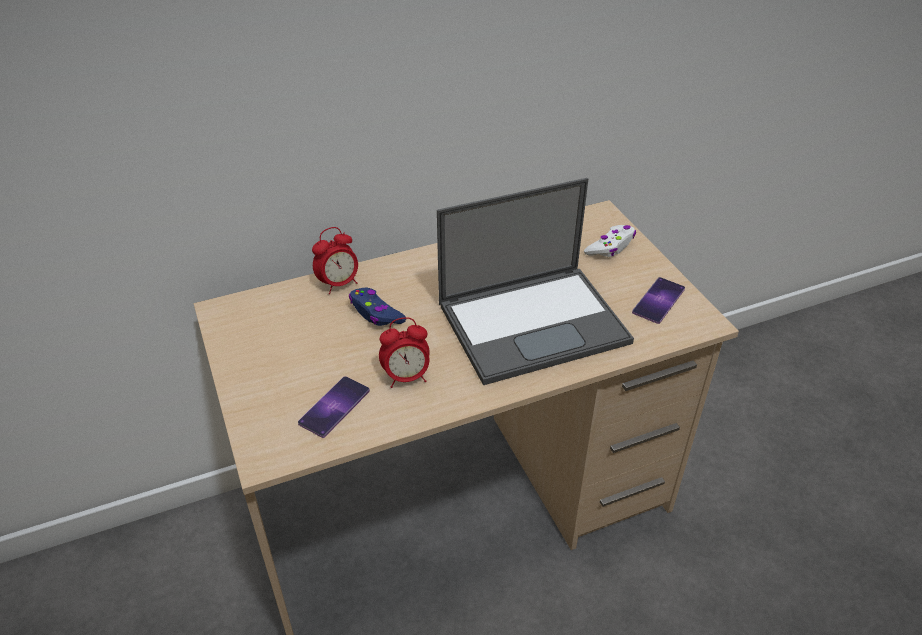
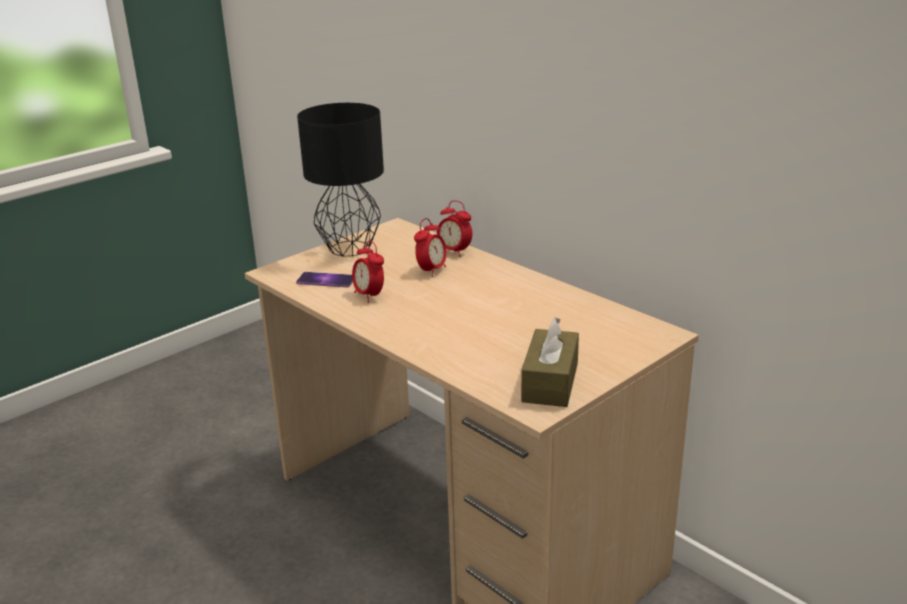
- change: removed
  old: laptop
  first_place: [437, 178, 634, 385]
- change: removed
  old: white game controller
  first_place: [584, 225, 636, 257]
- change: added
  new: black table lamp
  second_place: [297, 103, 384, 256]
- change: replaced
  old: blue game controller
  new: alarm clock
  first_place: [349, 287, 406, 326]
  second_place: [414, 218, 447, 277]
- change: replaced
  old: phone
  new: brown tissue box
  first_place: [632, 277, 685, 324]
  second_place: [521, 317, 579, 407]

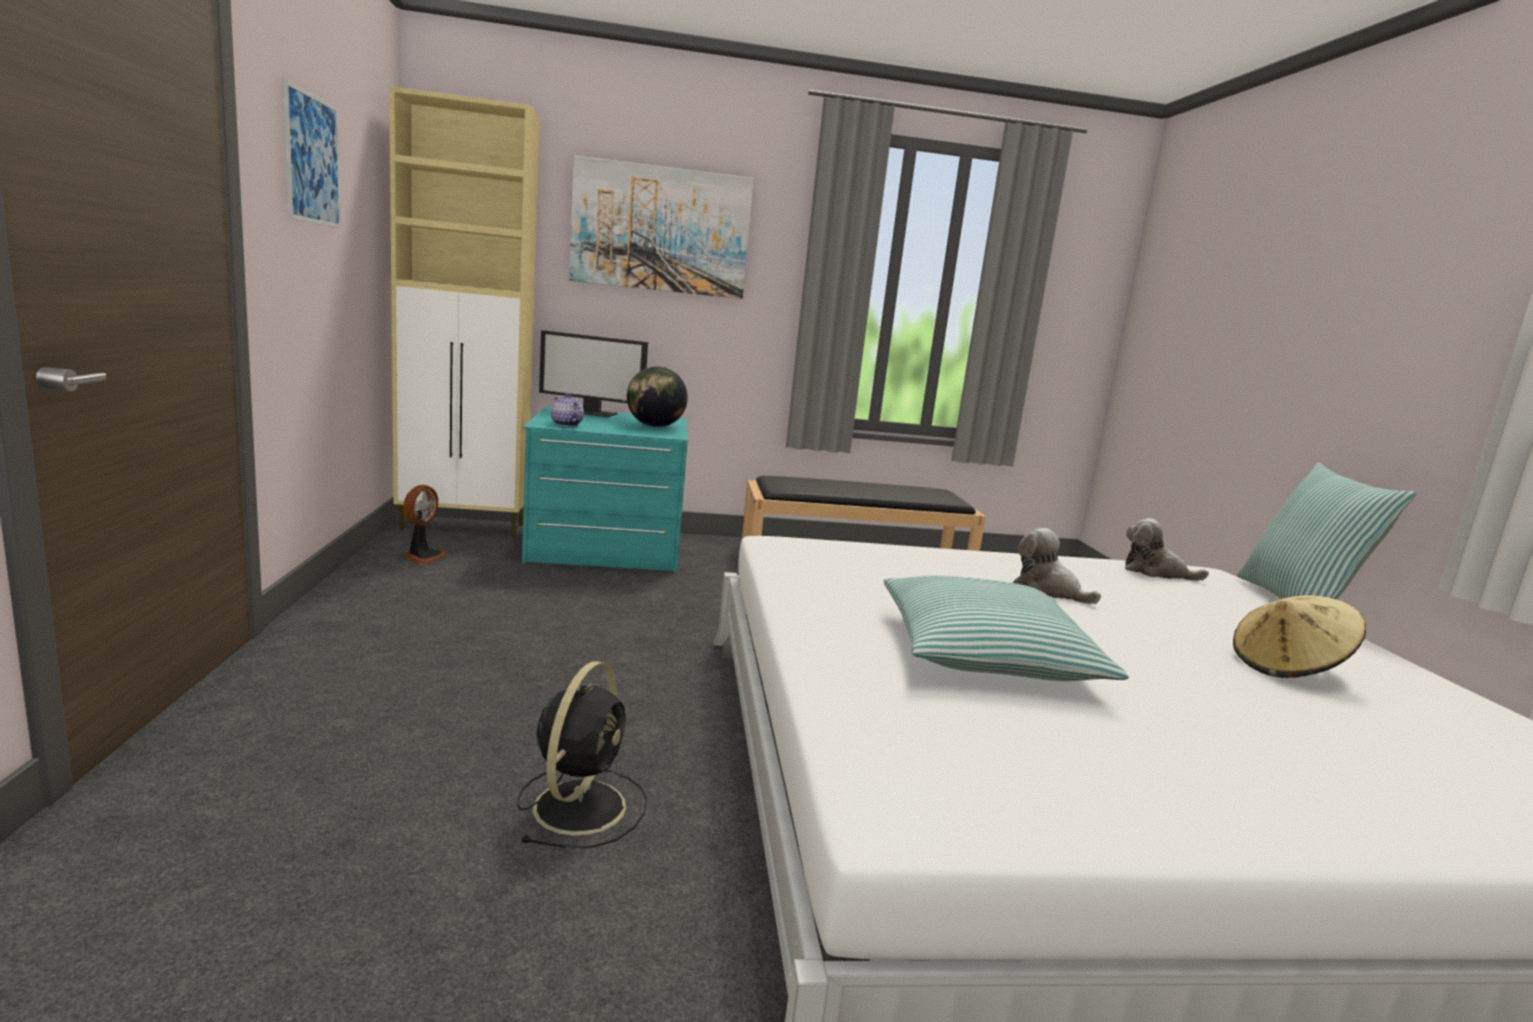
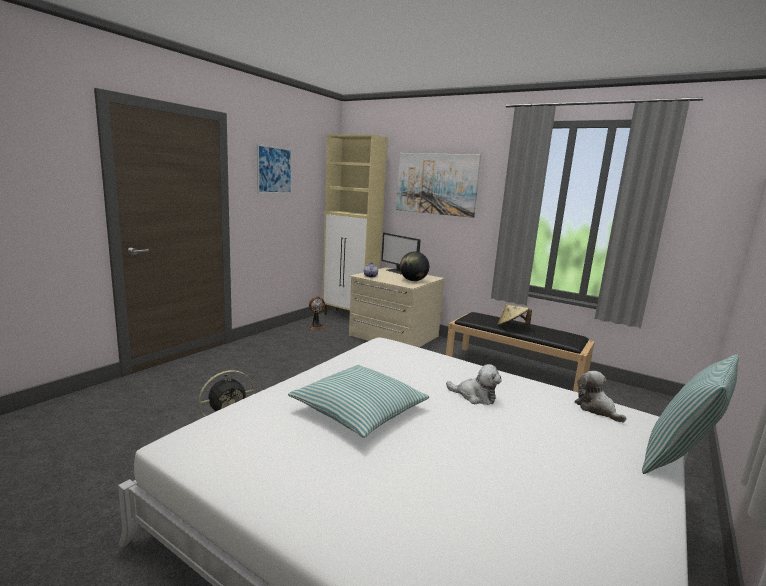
- change: moved
  old: beige hat
  first_place: [1233, 595, 1366, 678]
  second_place: [497, 305, 532, 326]
- change: recoloured
  old: turquoise dresser
  new: beige dresser
  first_place: [522, 406, 688, 572]
  second_place: [349, 267, 444, 347]
- change: turned
  old: plush toy
  first_place: [1013, 528, 1101, 604]
  second_place: [446, 364, 502, 405]
  degrees: 120

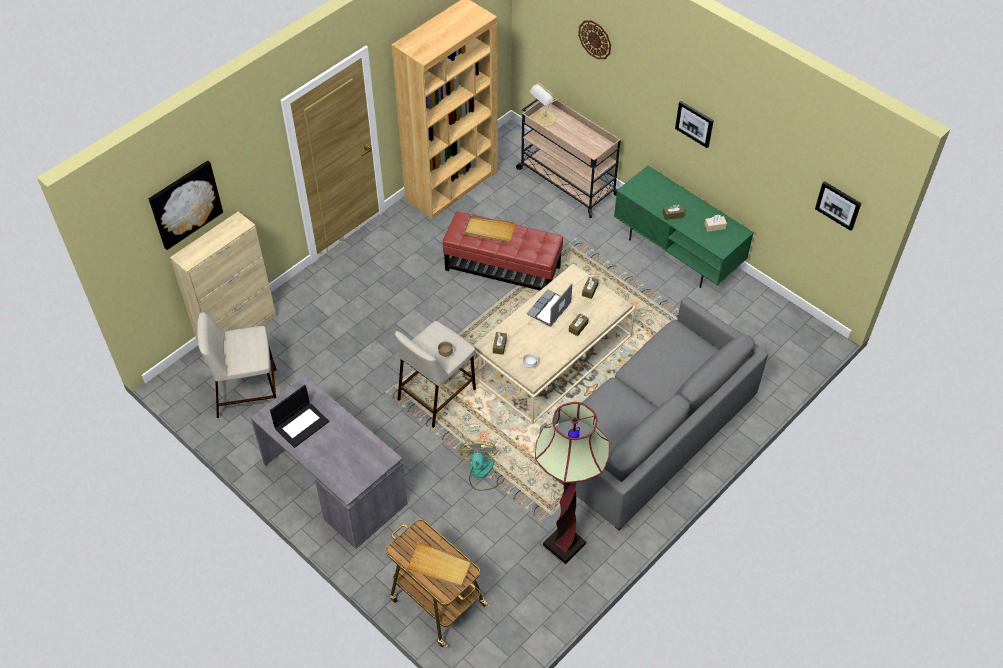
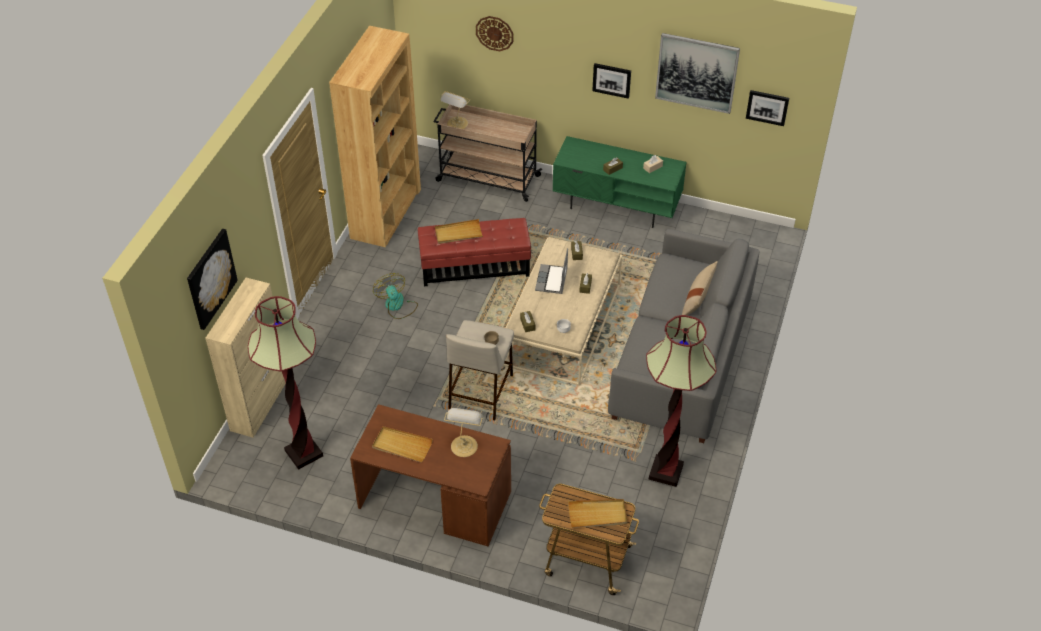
- change: added
  new: table lamp
  second_place: [444, 408, 483, 457]
- change: added
  new: picture
  second_place: [655, 33, 740, 114]
- change: added
  new: beige pillow
  second_place: [682, 261, 718, 315]
- change: moved
  old: fan
  first_place: [458, 441, 505, 491]
  second_place: [373, 273, 418, 319]
- change: replaced
  old: beige stool
  new: floor lamp
  first_place: [197, 312, 277, 418]
  second_place: [248, 296, 323, 470]
- change: replaced
  old: laptop
  new: beige tray
  first_place: [270, 385, 329, 448]
  second_place: [372, 426, 433, 462]
- change: recoloured
  old: grey desk
  new: brown desk
  first_place: [251, 375, 408, 549]
  second_place: [350, 404, 511, 546]

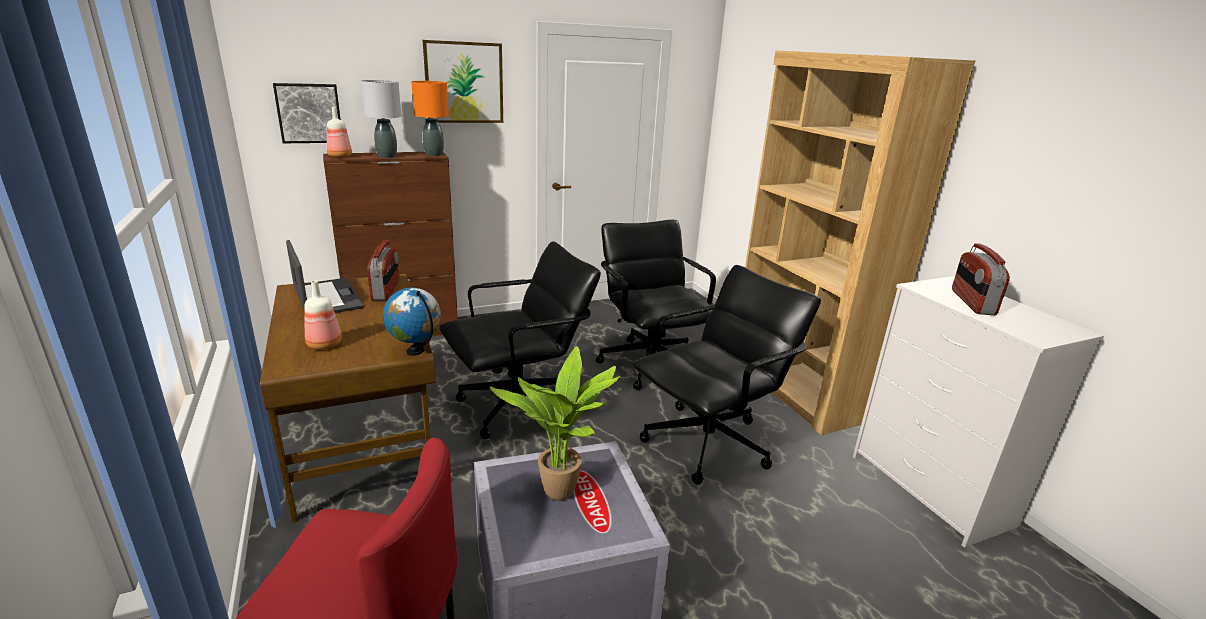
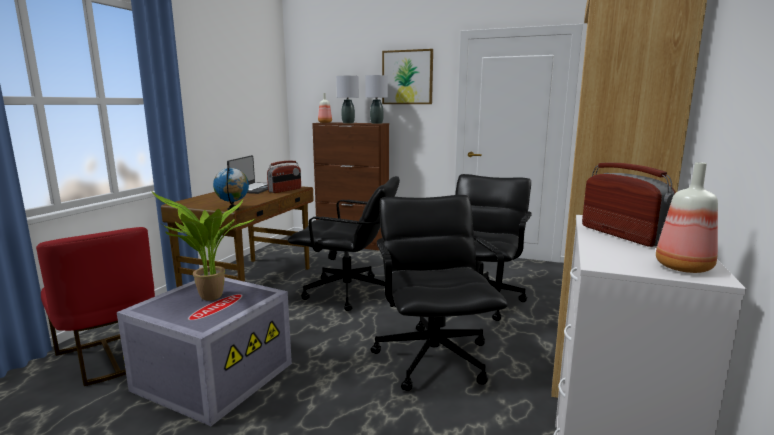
- change: removed
  old: picture
  first_place: [273, 83, 341, 143]
- change: moved
  old: bottle
  first_place: [304, 281, 342, 350]
  second_place: [656, 162, 718, 273]
- change: recoloured
  old: orange table lamp
  new: grey table lamp
  first_place: [411, 81, 449, 156]
  second_place: [365, 75, 388, 124]
- change: turned
  old: black office chair
  first_place: [633, 265, 821, 485]
  second_place: [371, 195, 508, 391]
  degrees: -105
- change: turned
  old: radio
  first_place: [952, 243, 1010, 316]
  second_place: [582, 163, 676, 247]
  degrees: 105

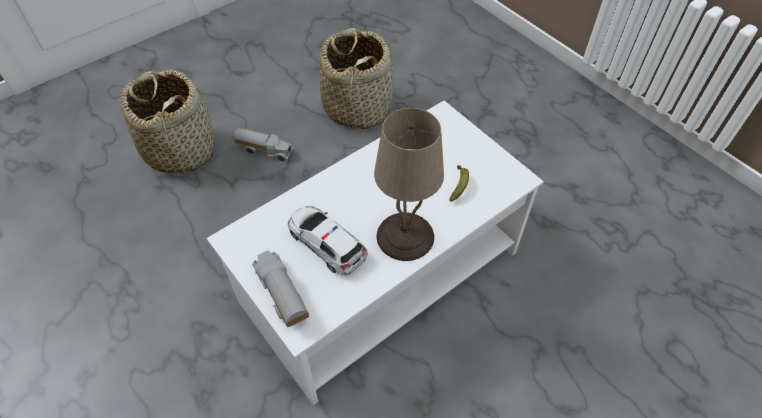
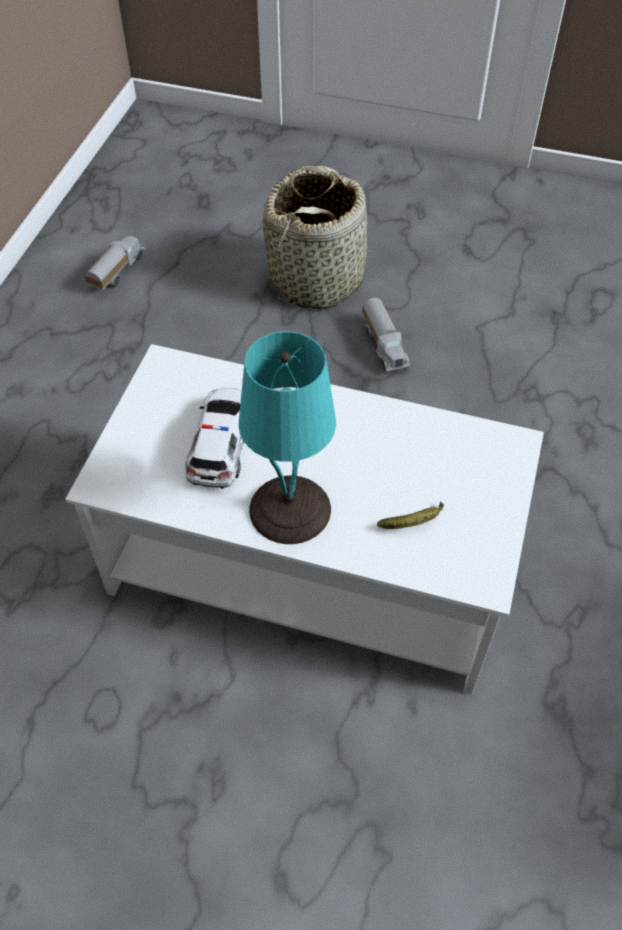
- change: removed
  old: basket
  first_place: [319, 28, 394, 131]
- change: moved
  old: toy truck
  first_place: [252, 251, 309, 328]
  second_place: [85, 236, 145, 290]
- change: recoloured
  old: beige table lamp
  new: turquoise table lamp
  first_place: [374, 108, 444, 261]
  second_place: [239, 332, 336, 544]

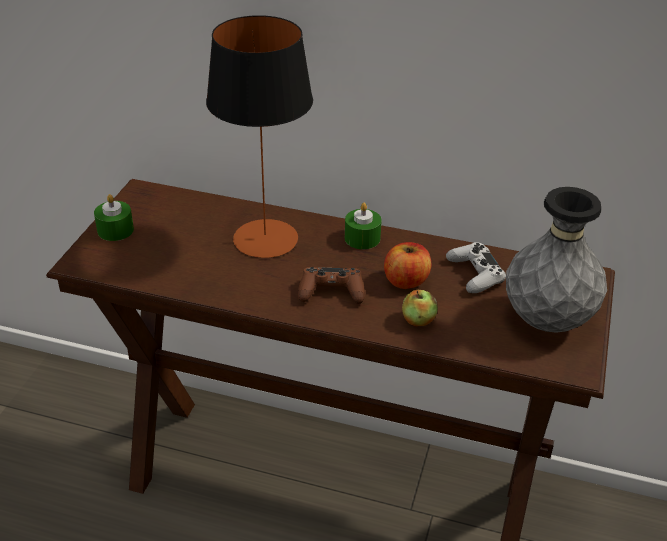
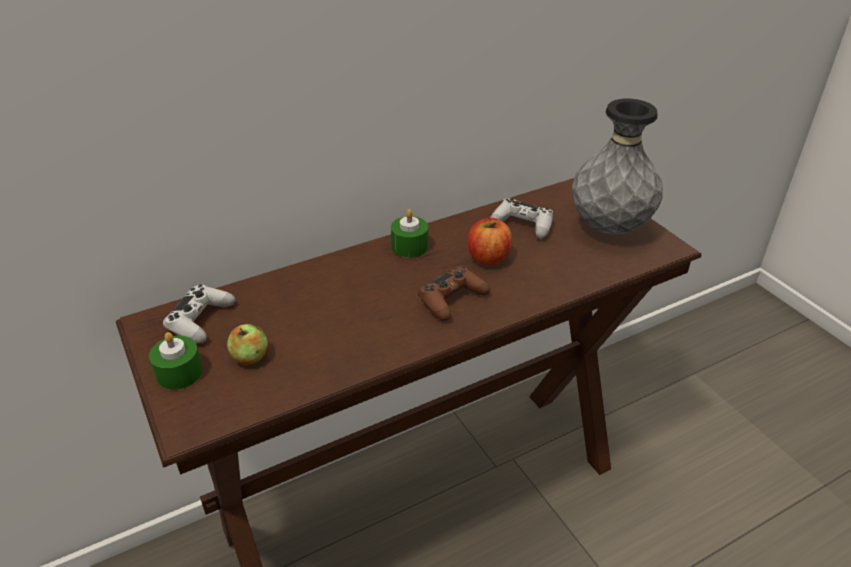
- change: removed
  old: table lamp
  first_place: [206, 15, 313, 258]
- change: added
  new: white game controller
  second_place: [163, 284, 235, 343]
- change: moved
  old: apple
  first_place: [402, 290, 438, 327]
  second_place: [227, 324, 268, 366]

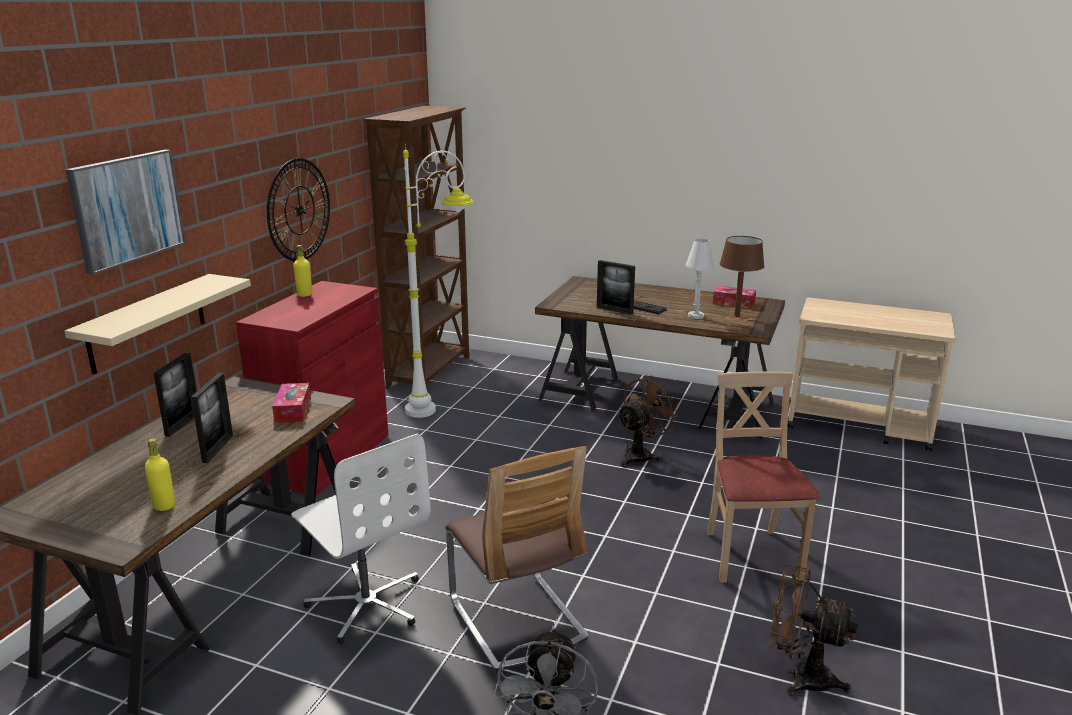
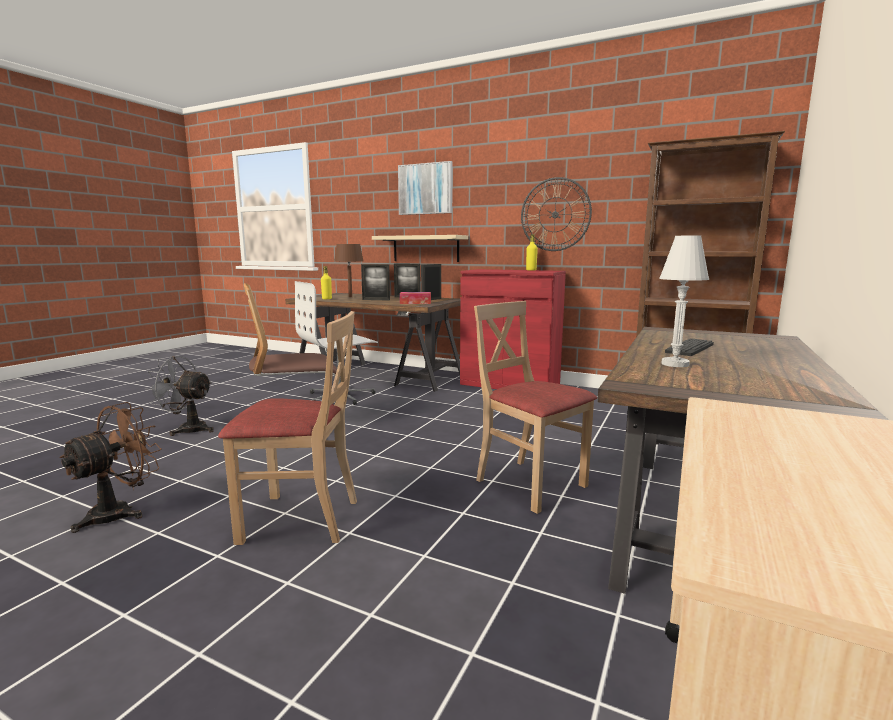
- change: removed
  old: white floor lamp
  first_place: [403, 144, 474, 418]
- change: removed
  old: tissue box
  first_place: [713, 286, 756, 309]
- change: moved
  old: picture frame
  first_place: [597, 260, 635, 315]
  second_place: [421, 264, 441, 300]
- change: moved
  old: brown table lamp
  first_place: [720, 236, 764, 317]
  second_place: [335, 244, 363, 297]
- change: replaced
  old: brown fan
  new: beige chair
  first_place: [617, 376, 680, 467]
  second_place: [474, 301, 597, 514]

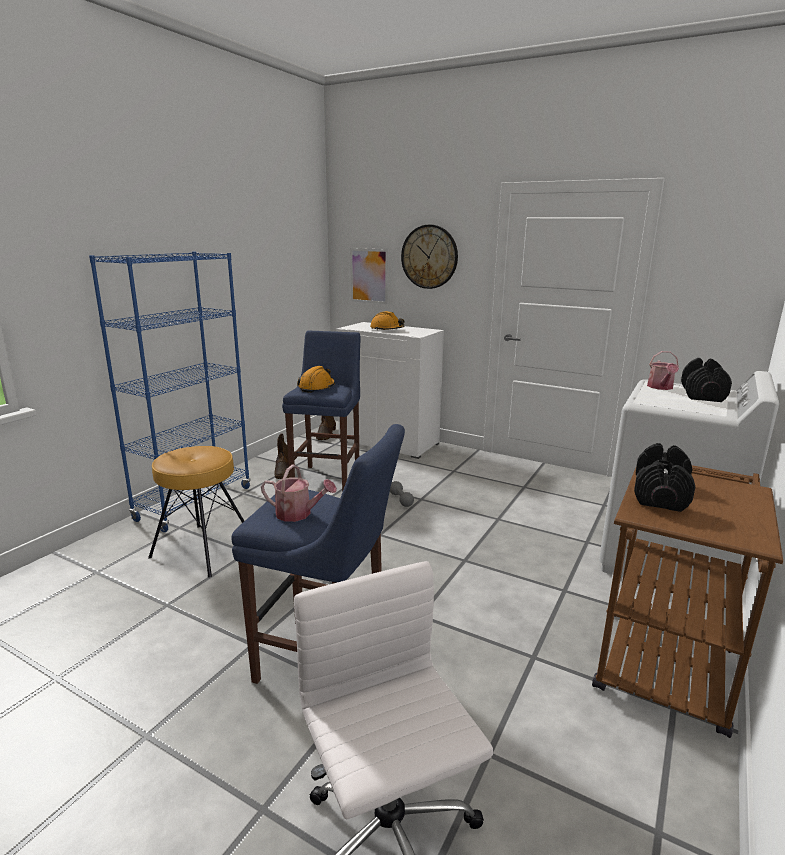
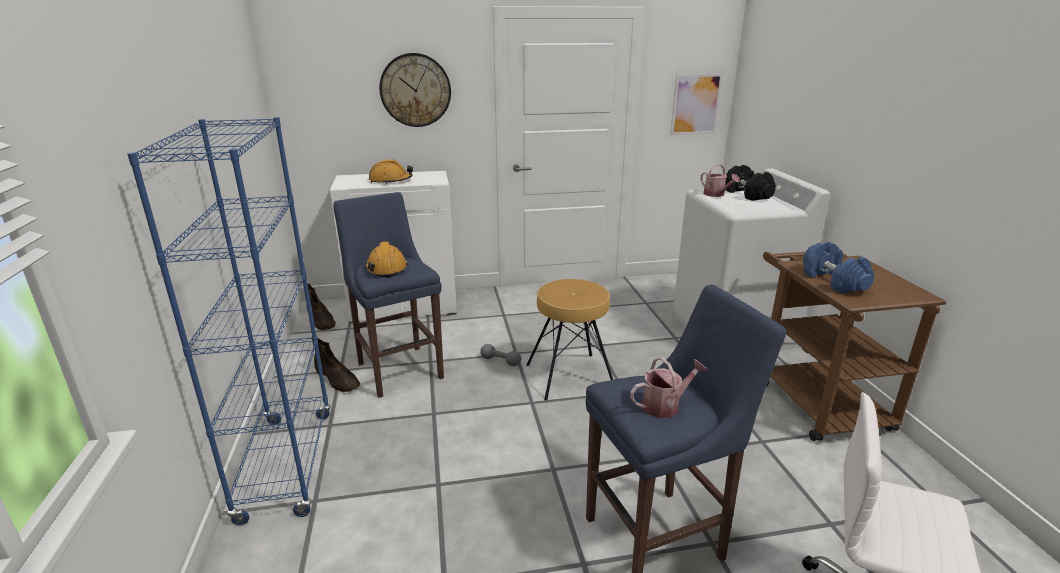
- change: moved
  old: brown stool
  first_place: [148, 446, 244, 578]
  second_place: [527, 279, 613, 401]
- change: moved
  old: picture
  first_place: [350, 248, 389, 304]
  second_place: [670, 73, 723, 135]
- change: recoloured
  old: black dumbbell
  new: blue dumbbell
  first_place: [634, 443, 695, 512]
  second_place: [803, 242, 874, 293]

